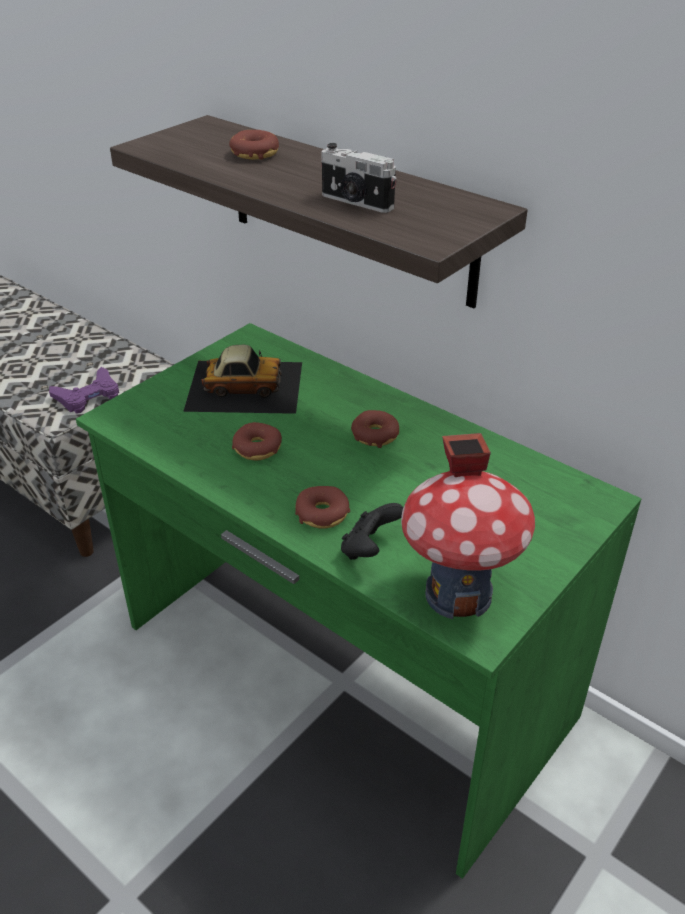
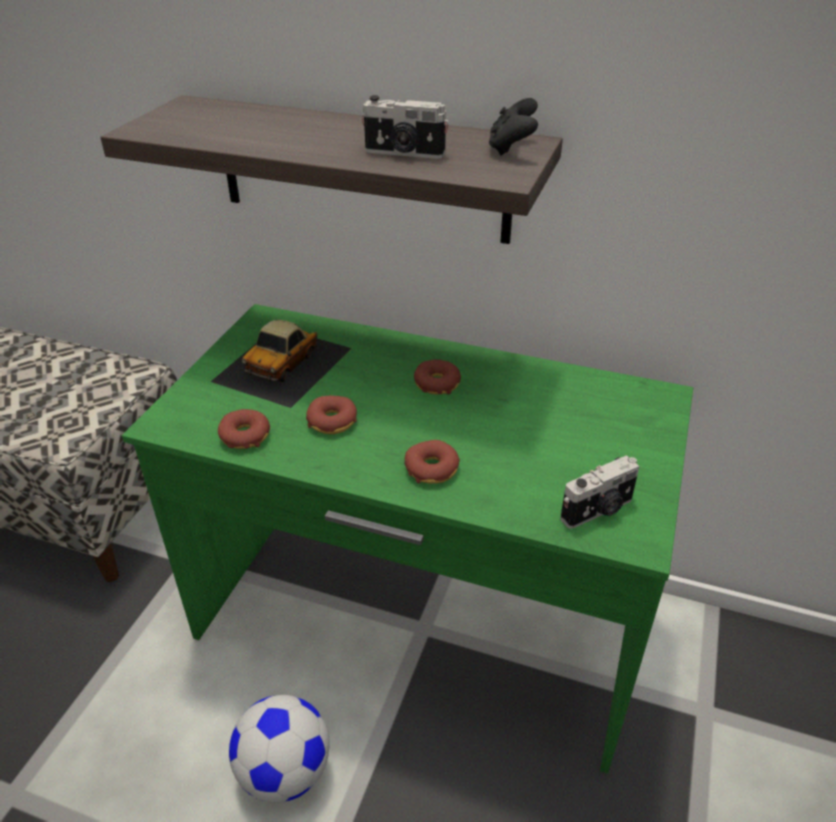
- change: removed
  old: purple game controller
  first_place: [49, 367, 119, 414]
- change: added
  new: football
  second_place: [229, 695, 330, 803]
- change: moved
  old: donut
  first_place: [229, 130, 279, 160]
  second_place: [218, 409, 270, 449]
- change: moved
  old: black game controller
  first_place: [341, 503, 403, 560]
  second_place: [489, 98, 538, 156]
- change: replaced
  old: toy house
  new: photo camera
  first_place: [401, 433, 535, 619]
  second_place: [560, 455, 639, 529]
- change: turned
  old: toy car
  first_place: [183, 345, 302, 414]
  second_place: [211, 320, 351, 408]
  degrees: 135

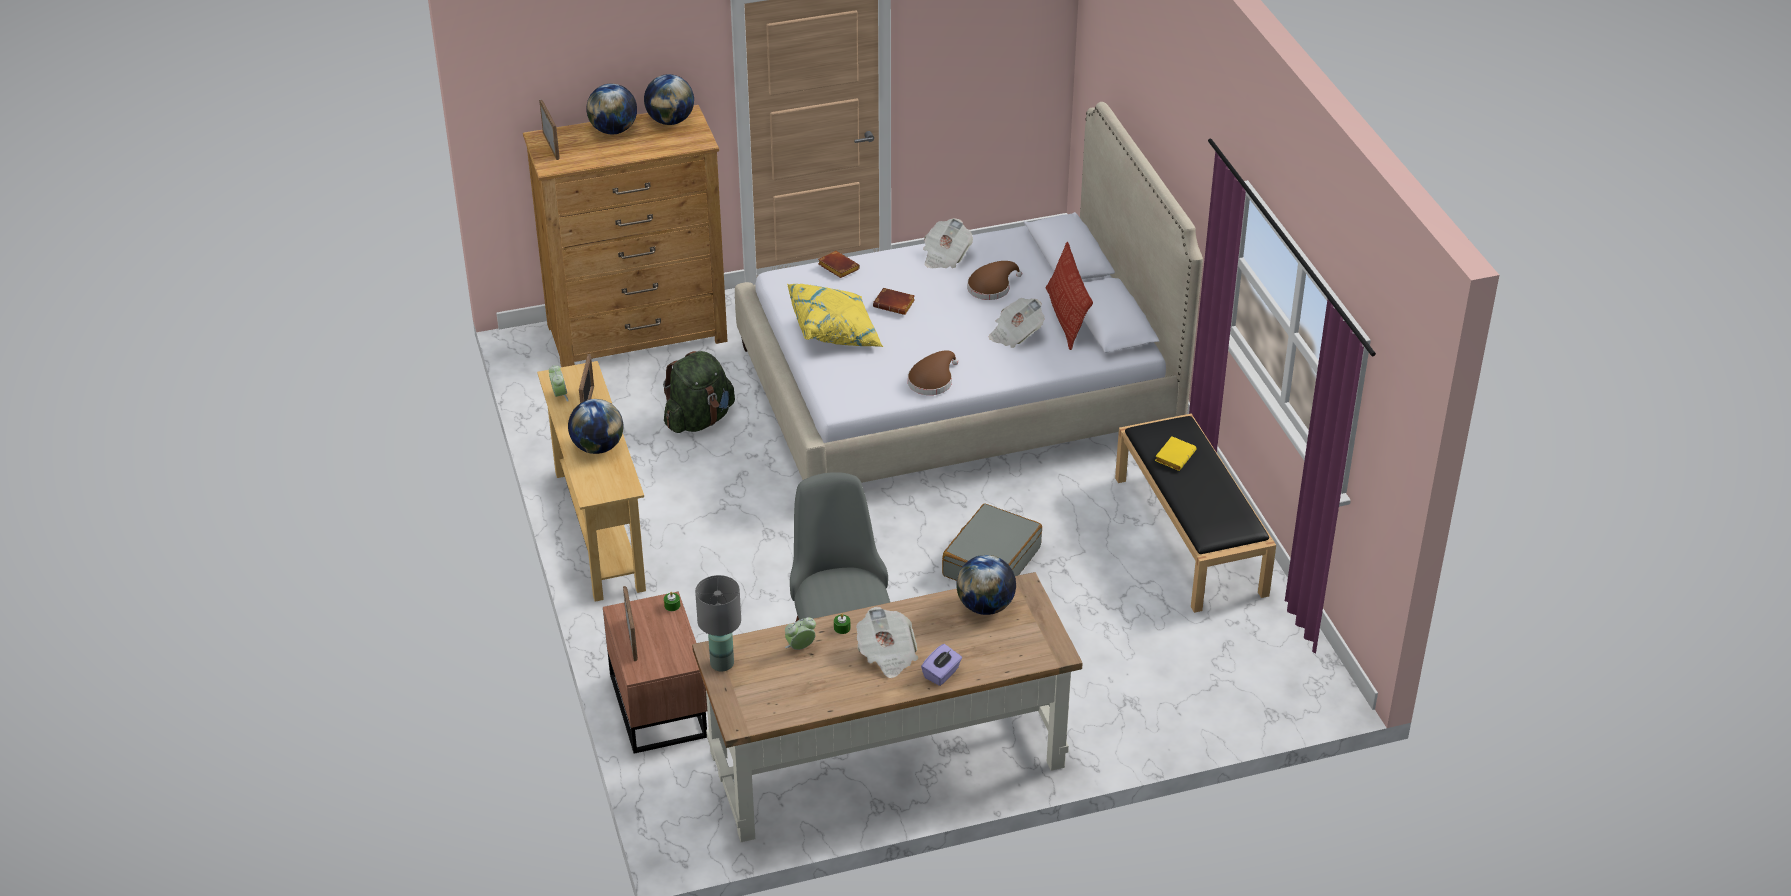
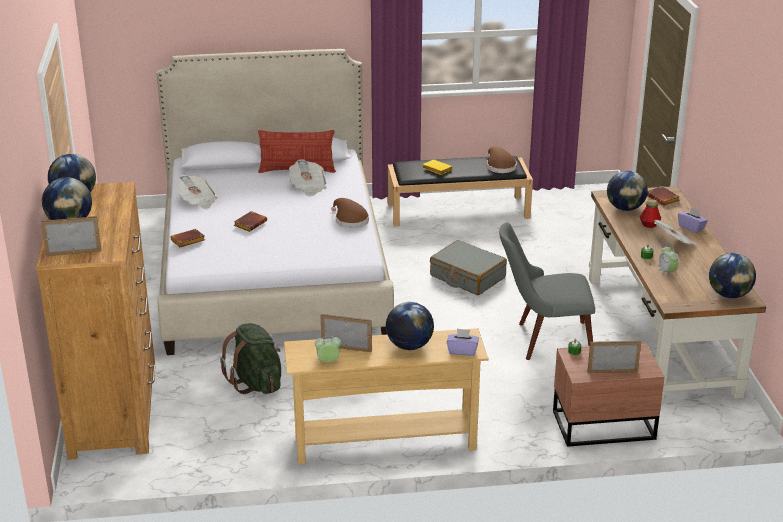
- change: removed
  old: grey table lamp
  first_place: [695, 575, 741, 672]
- change: removed
  old: yellow pillow
  first_place: [787, 284, 883, 347]
- change: added
  new: purple tissue box
  second_place: [447, 328, 479, 356]
- change: added
  new: bottle
  second_place: [640, 199, 661, 228]
- change: added
  new: brown book
  second_place: [647, 186, 680, 206]
- change: added
  new: globe
  second_place: [709, 253, 756, 298]
- change: moved
  old: brown hat
  first_place: [967, 261, 1022, 300]
  second_place: [486, 146, 517, 173]

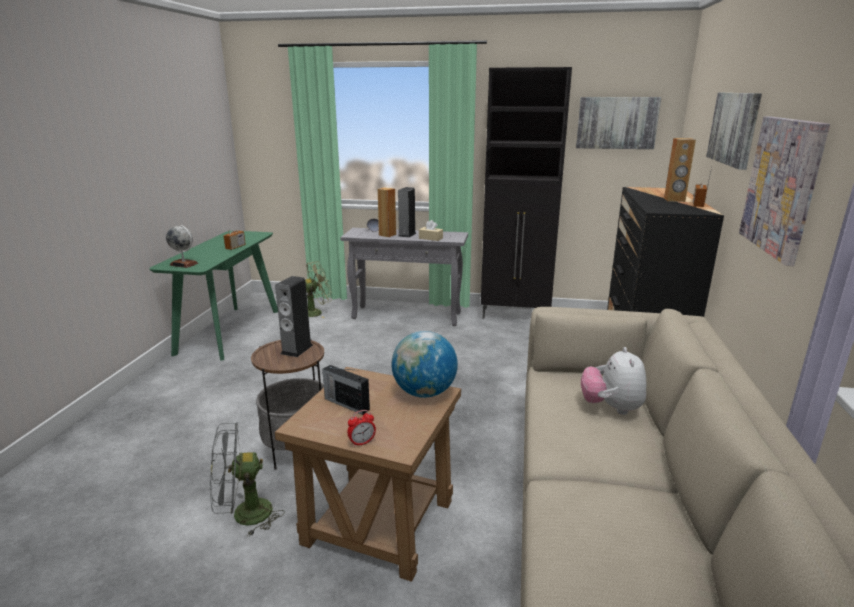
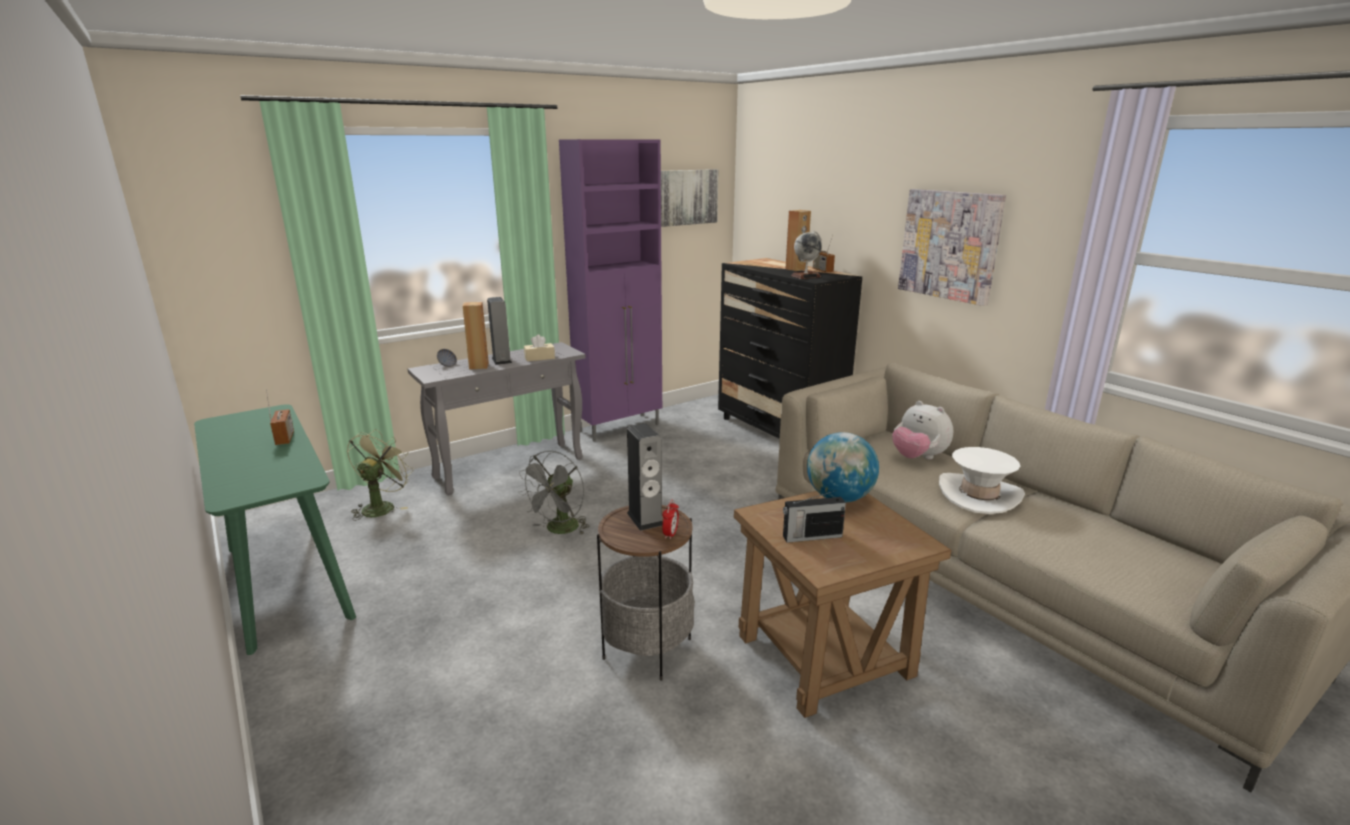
- change: removed
  old: picture
  first_place: [706, 92, 762, 170]
- change: added
  new: white hat
  second_place: [939, 447, 1025, 514]
- change: moved
  old: globe
  first_place: [166, 225, 198, 268]
  second_place: [791, 230, 822, 279]
- change: moved
  old: grey fan
  first_place: [210, 422, 285, 537]
  second_place: [518, 450, 590, 535]
- change: moved
  old: alarm clock
  first_place: [347, 410, 376, 447]
  second_place: [662, 500, 679, 540]
- change: recoloured
  old: black cabinet
  new: purple cabinet
  first_place: [481, 67, 572, 318]
  second_place: [559, 139, 662, 442]

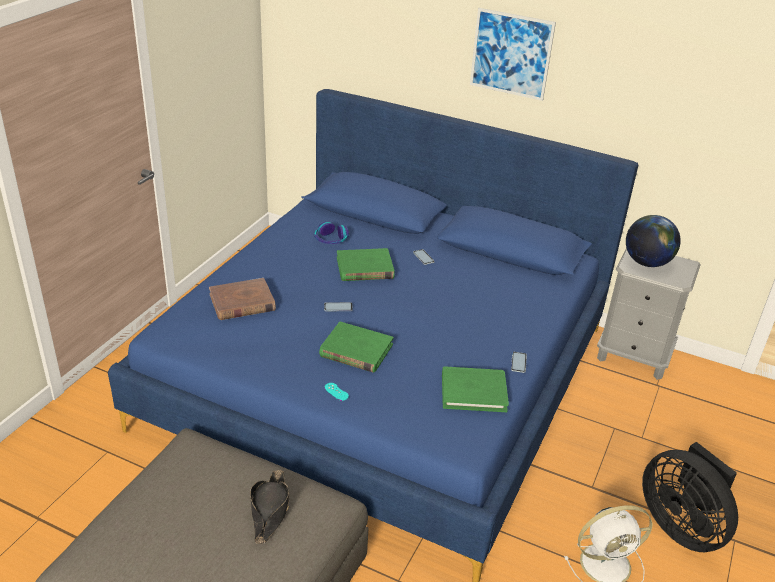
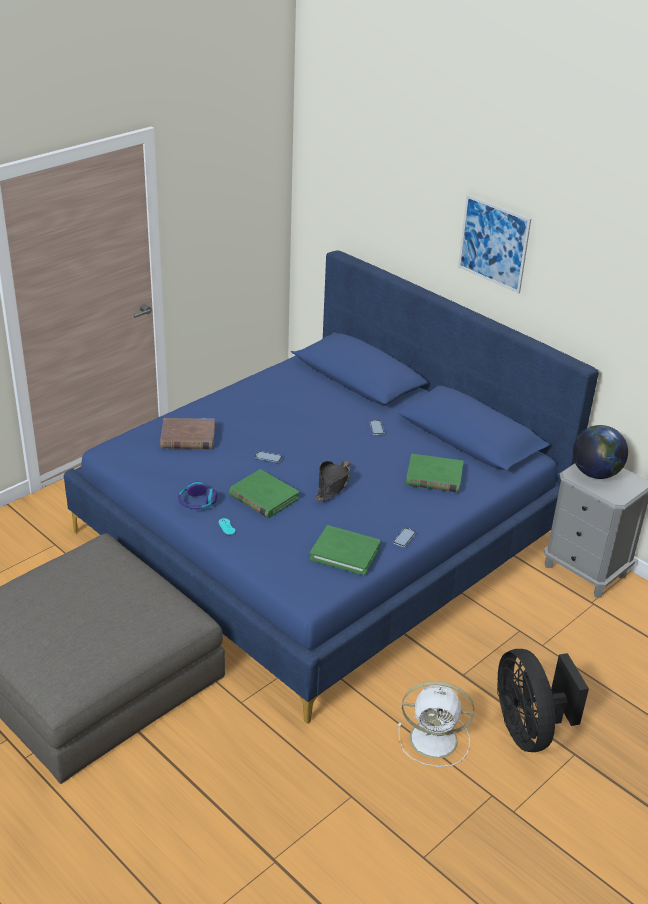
- change: moved
  old: black hat
  first_place: [250, 470, 289, 544]
  second_place: [315, 461, 351, 501]
- change: moved
  old: headphones
  first_place: [314, 222, 349, 244]
  second_place: [178, 481, 217, 510]
- change: moved
  old: green book
  first_place: [337, 248, 395, 281]
  second_place: [406, 454, 464, 493]

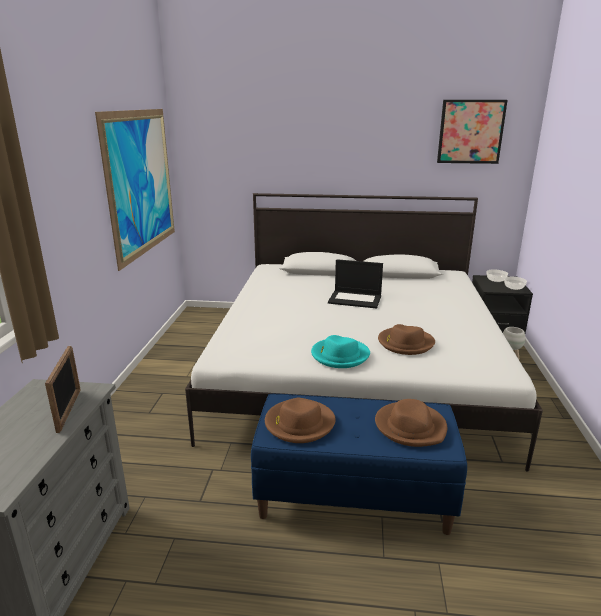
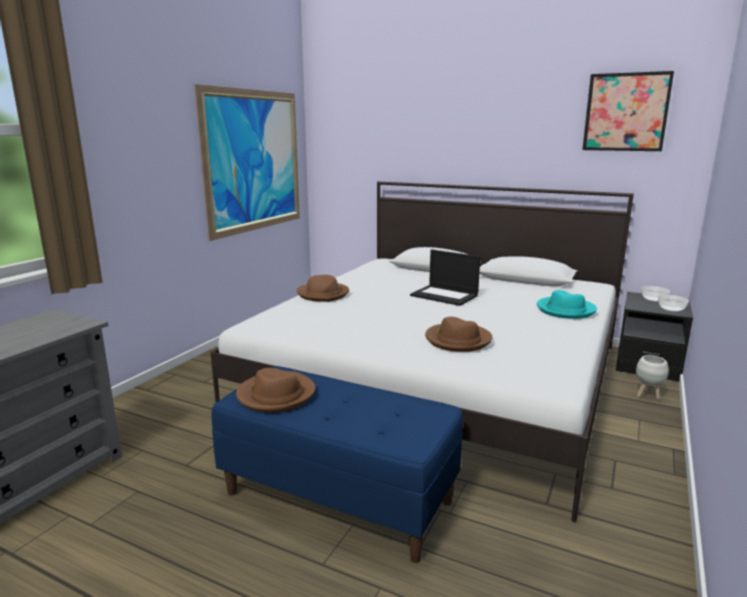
- change: removed
  old: picture frame
  first_place: [45, 346, 81, 433]
- change: moved
  old: turquoise hat
  first_place: [311, 335, 370, 368]
  second_place: [537, 290, 597, 319]
- change: moved
  old: brown hat
  first_place: [375, 399, 447, 447]
  second_place: [296, 275, 349, 302]

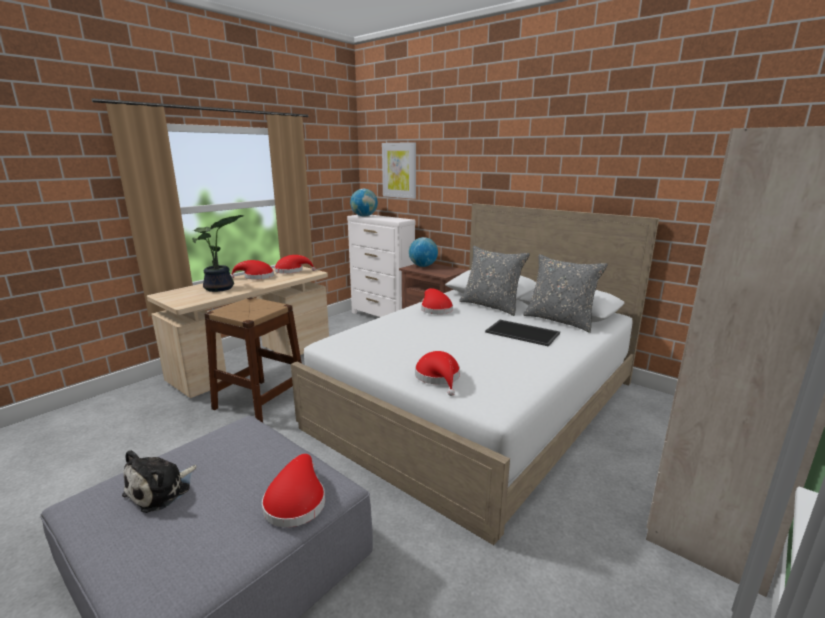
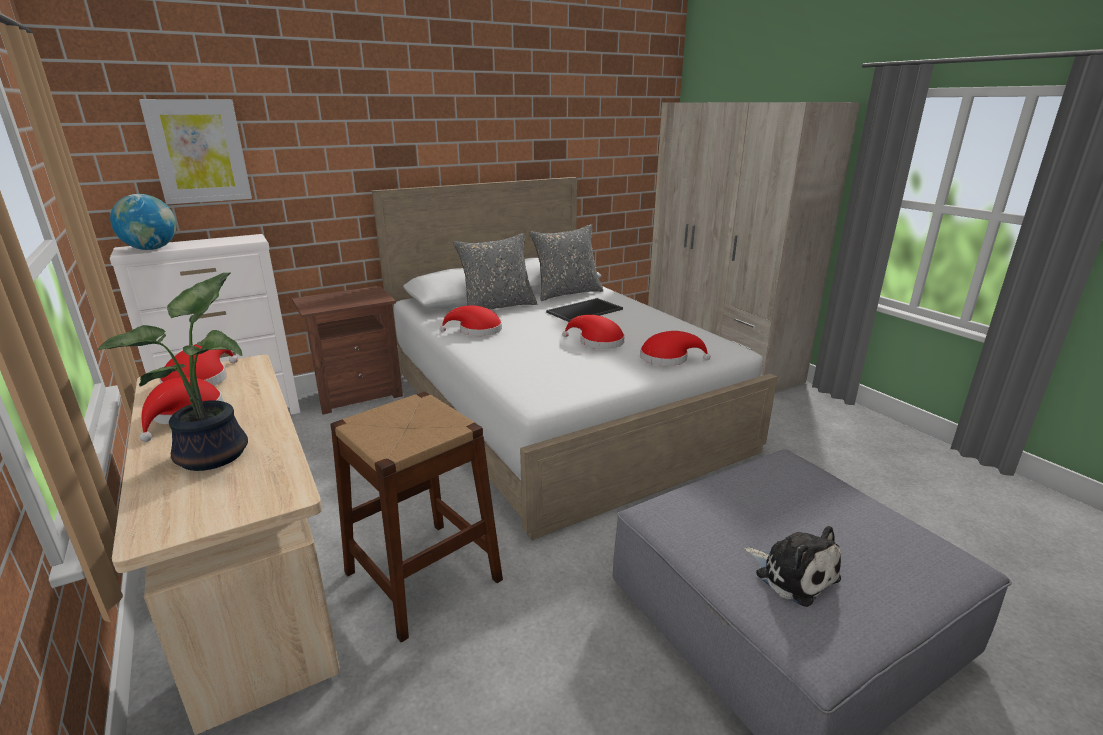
- change: removed
  old: globe
  first_place: [409, 237, 438, 267]
- change: moved
  old: red hat
  first_place: [262, 454, 325, 527]
  second_place: [562, 315, 625, 349]

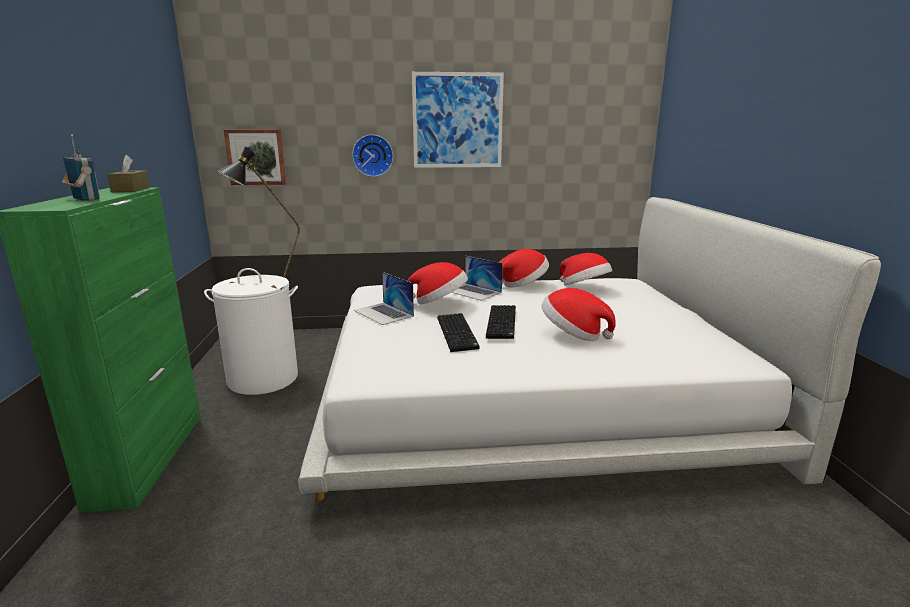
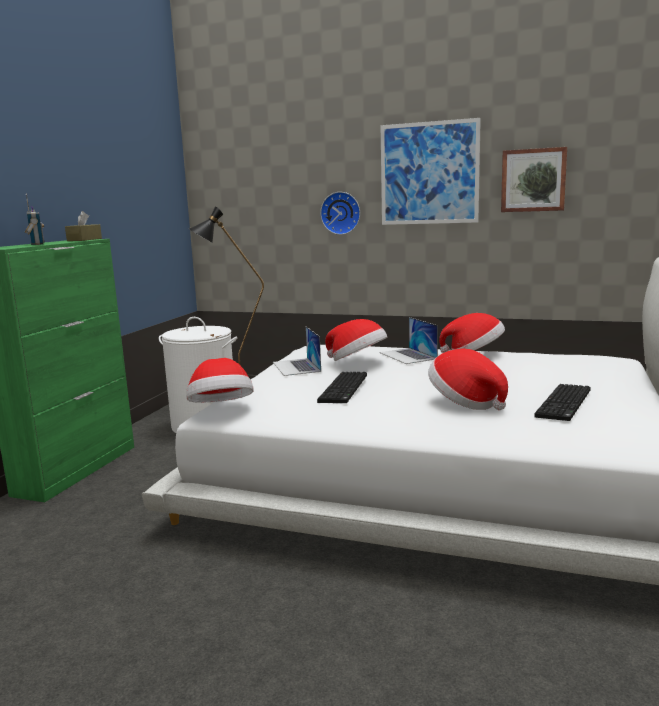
- change: moved
  old: picture
  first_place: [224, 129, 286, 185]
  second_place: [501, 147, 567, 212]
- change: moved
  old: keyboard
  first_place: [486, 305, 516, 339]
  second_place: [534, 384, 590, 421]
- change: moved
  old: hat
  first_place: [560, 253, 612, 286]
  second_place: [186, 358, 254, 403]

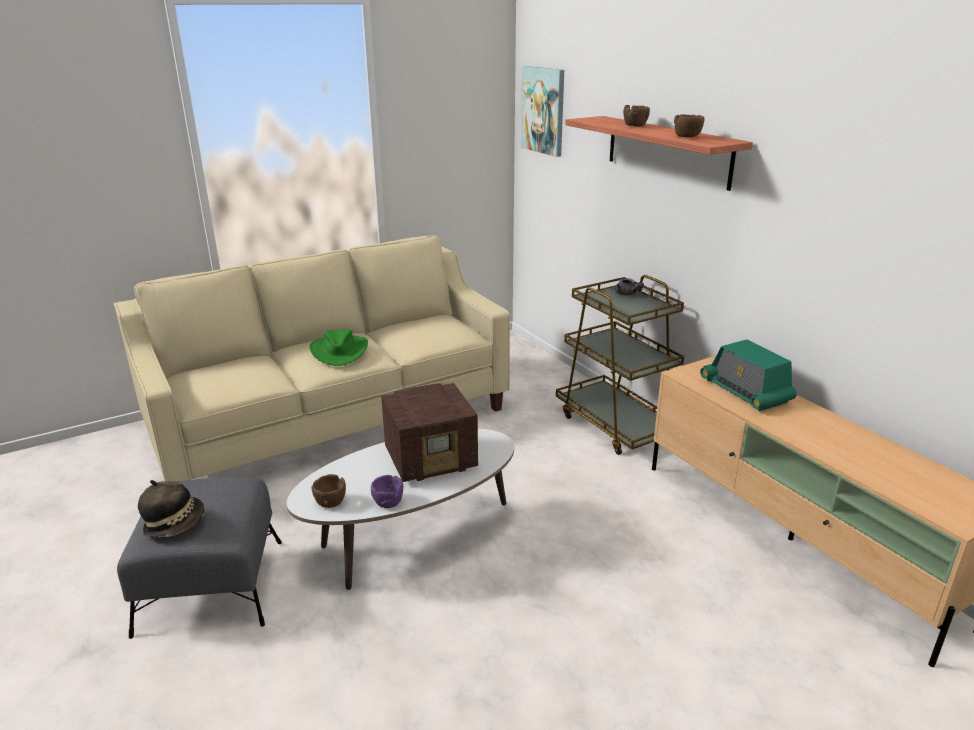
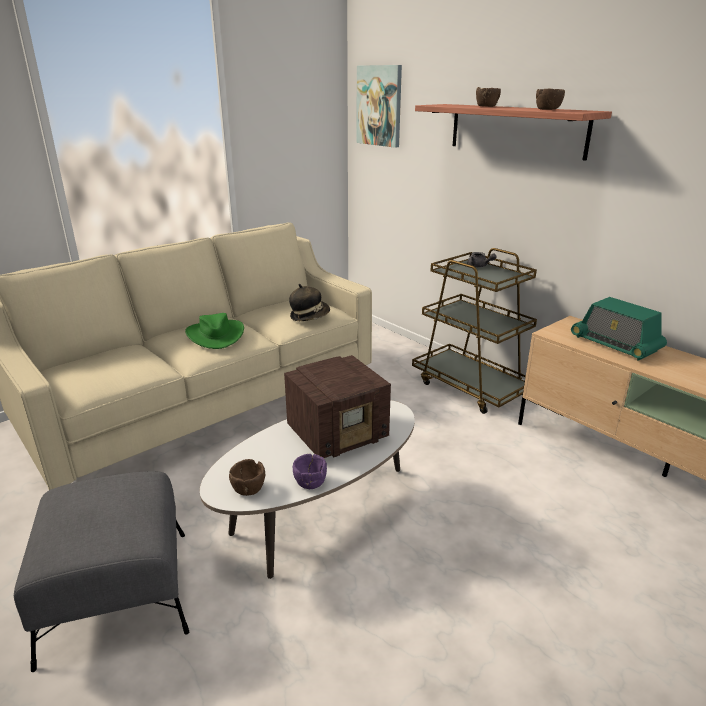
- change: moved
  old: hat
  first_place: [138, 480, 205, 537]
  second_place: [289, 284, 330, 321]

